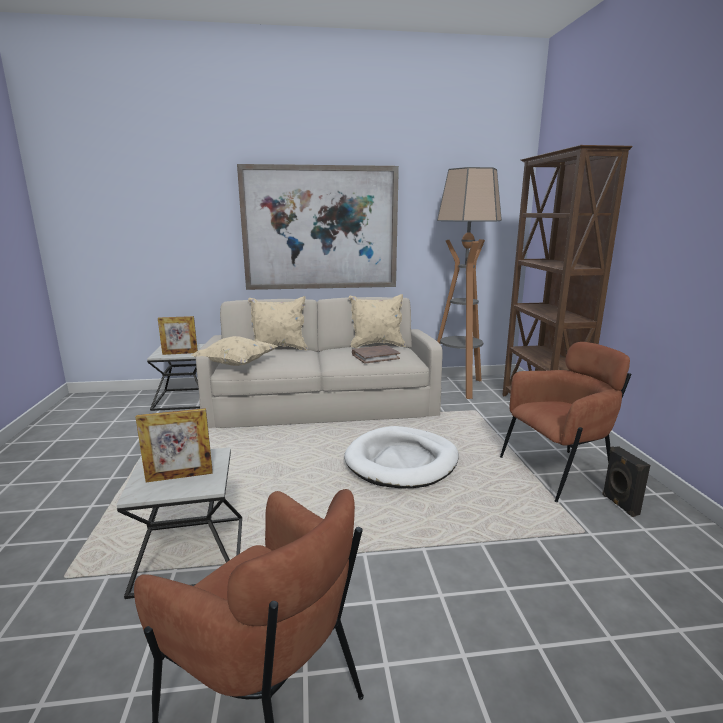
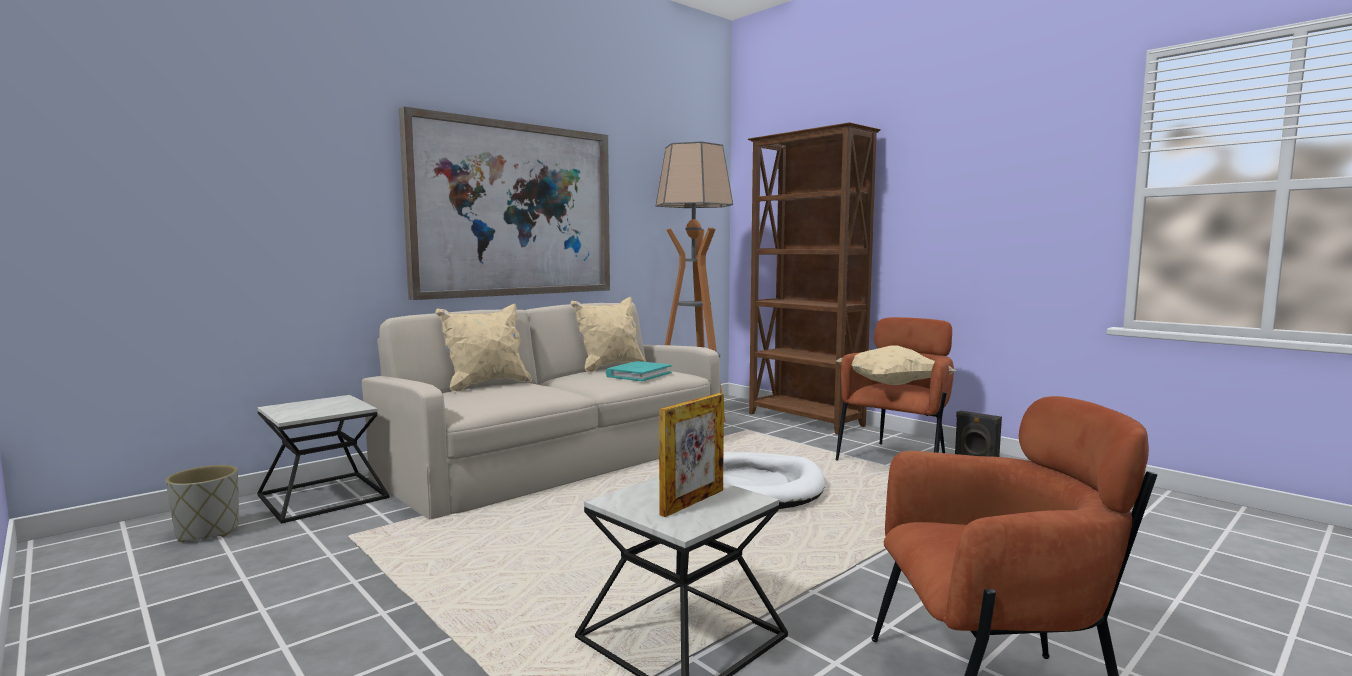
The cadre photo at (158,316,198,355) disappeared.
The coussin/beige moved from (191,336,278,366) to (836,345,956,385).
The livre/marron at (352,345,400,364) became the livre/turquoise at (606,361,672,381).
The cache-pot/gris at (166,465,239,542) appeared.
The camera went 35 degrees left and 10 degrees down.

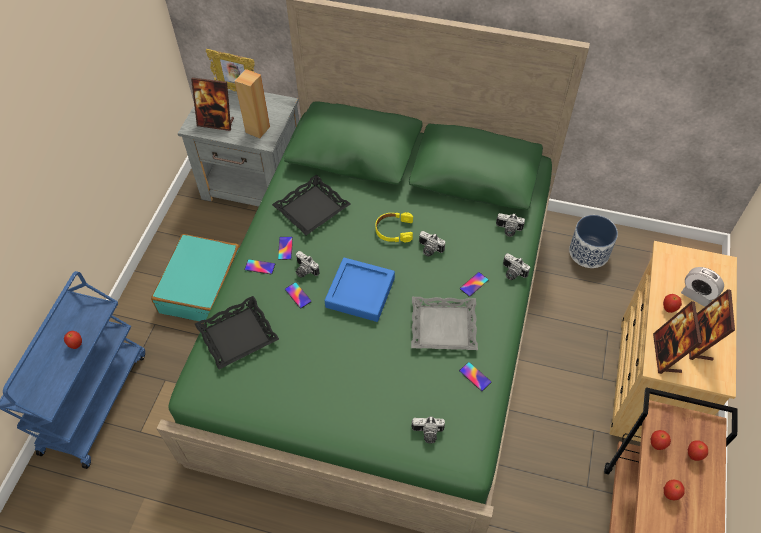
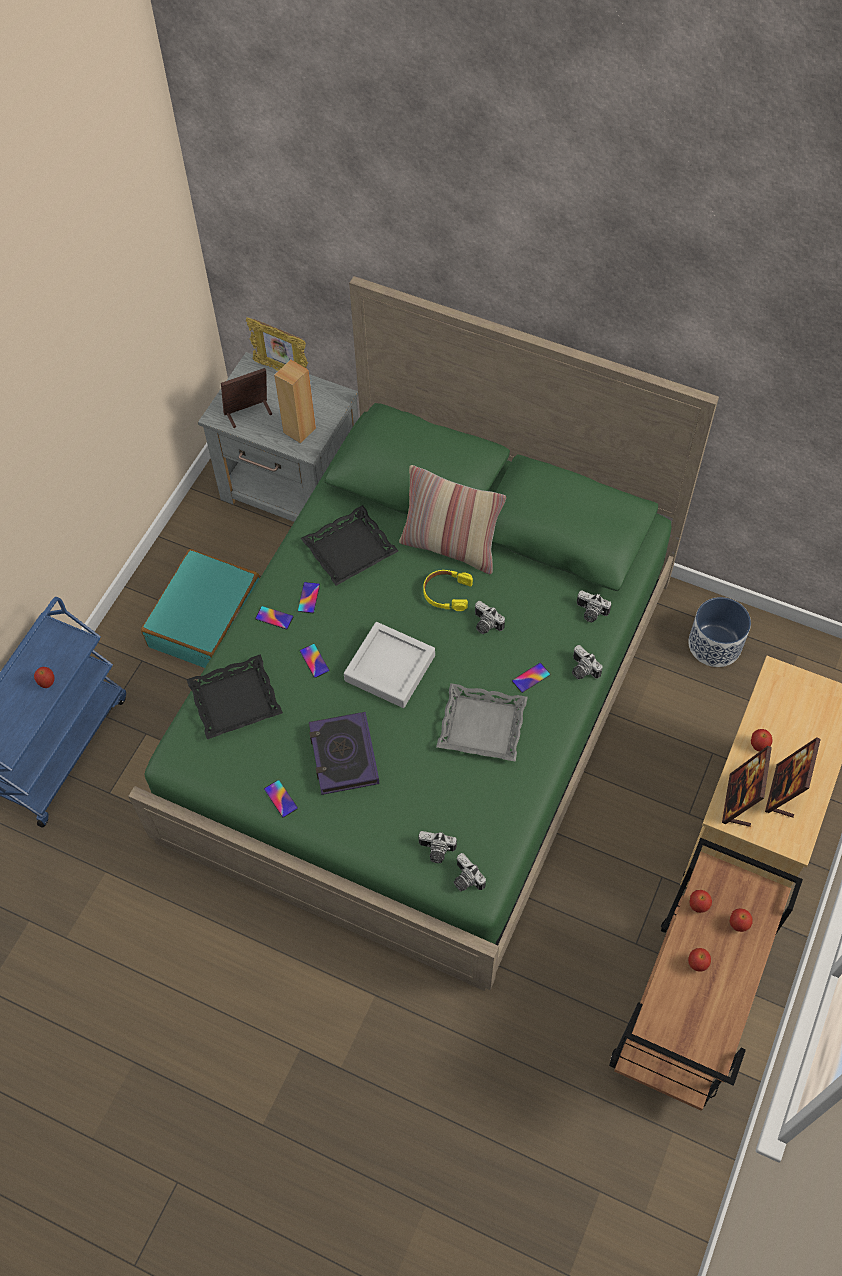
The cadre photo at (191,77,234,131) turned 135 degrees clockwise.
The appareil photo moved from (296,251,319,278) to (454,853,486,891).
The plateau/bleu at (325,258,395,322) became the plateau/gris at (344,622,435,708).
The réveil at (681,267,724,307) disappeared.
The téléphone moved from (459,362,492,391) to (264,780,298,818).
The coussin at (399,465,506,574) appeared.
The livre at (309,712,379,795) appeared.
The camera went 10 degrees right and 5 degrees up.

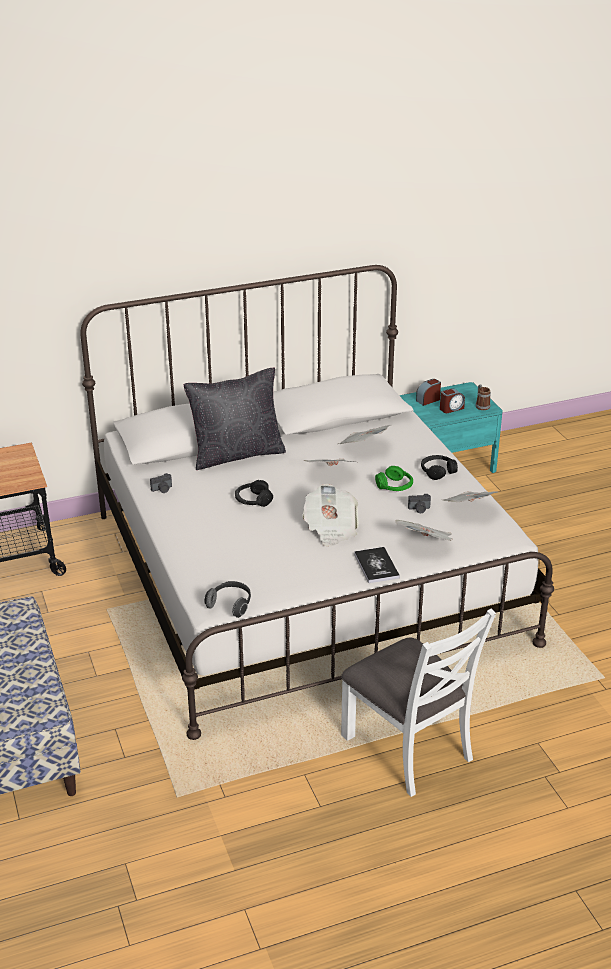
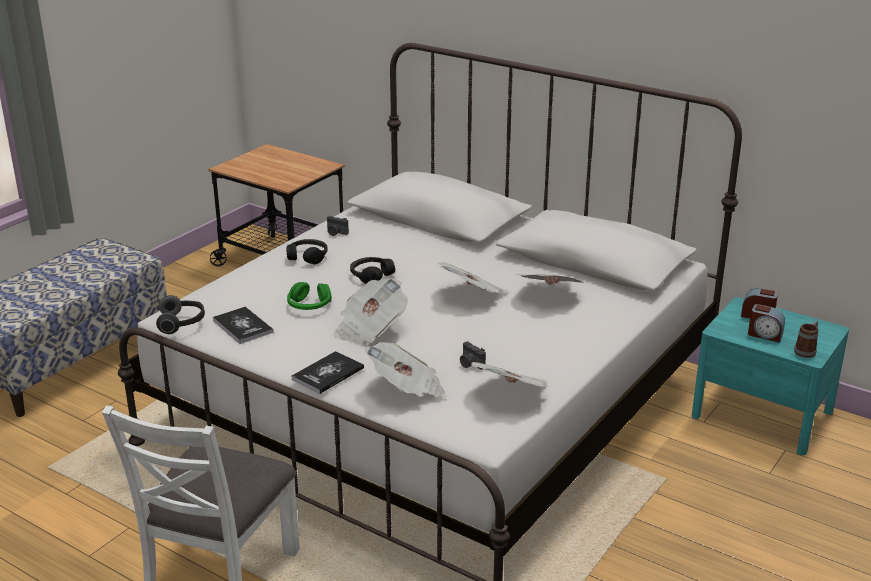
The coussin/noir at (184,368,286,470) disappeared.
The casque audio/noir moved from (421,455,458,480) to (286,239,328,264).
The casque audio/vert moved from (375,466,413,491) to (287,282,332,310).
The livre at (213,307,273,344) appeared.
The camera went 55 degrees right and 5 degrees down.

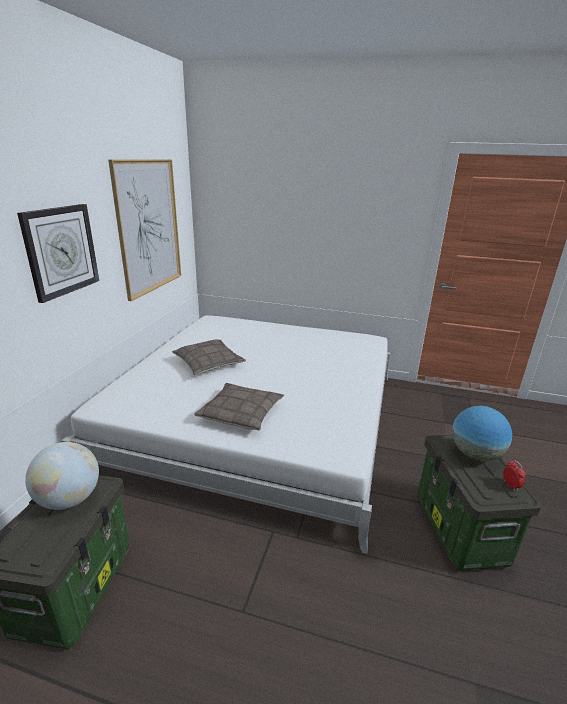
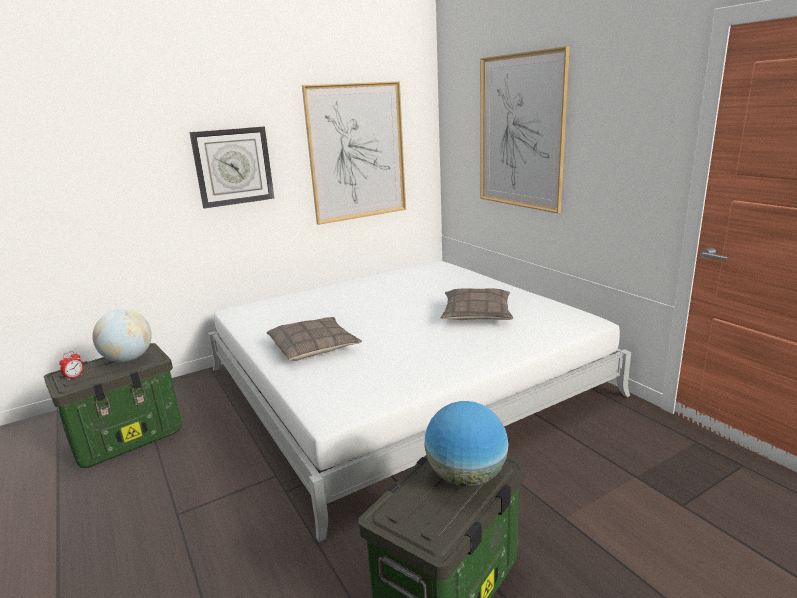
The coussin moved from (172,340,246,375) to (441,289,513,320).
The réveil moved from (503,460,526,491) to (59,351,84,381).
The tableau at (480,46,570,213) appeared.
The camera went 45 degrees right and 5 degrees down.

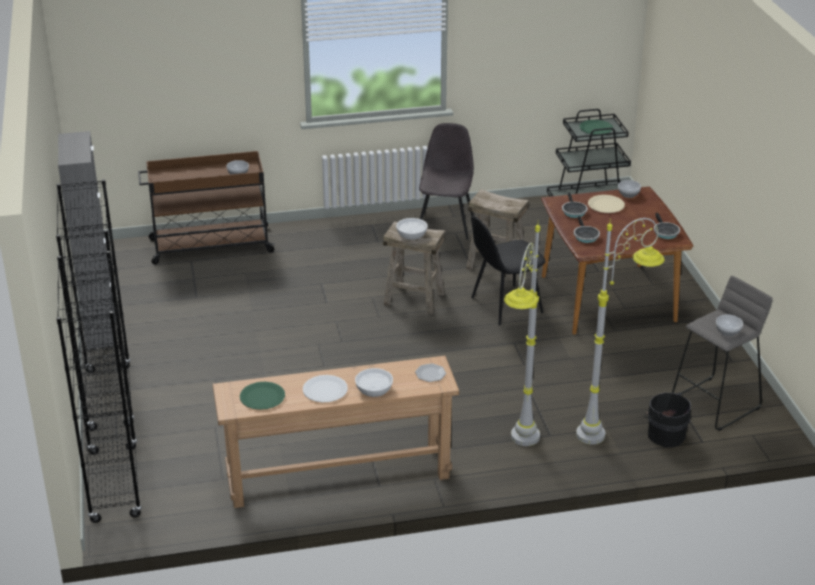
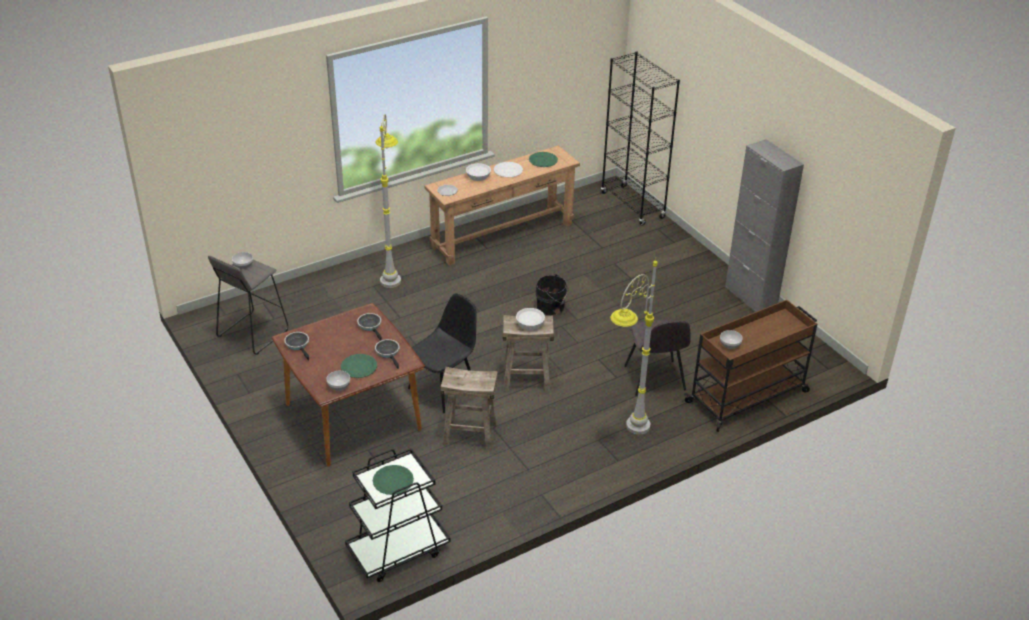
The chaise/gris moved from (419,123,474,240) to (624,320,691,396).
The bibliothèque/noir at (56,179,135,431) disappeared.
The assiette/beige at (588,195,625,213) became the assiette/vert at (341,354,377,378).
The lampadaire/gris moved from (576,218,664,445) to (610,257,658,435).
The seau/noir moved from (644,393,691,448) to (536,274,568,315).
The camera went 160 degrees right and 5 degrees up.

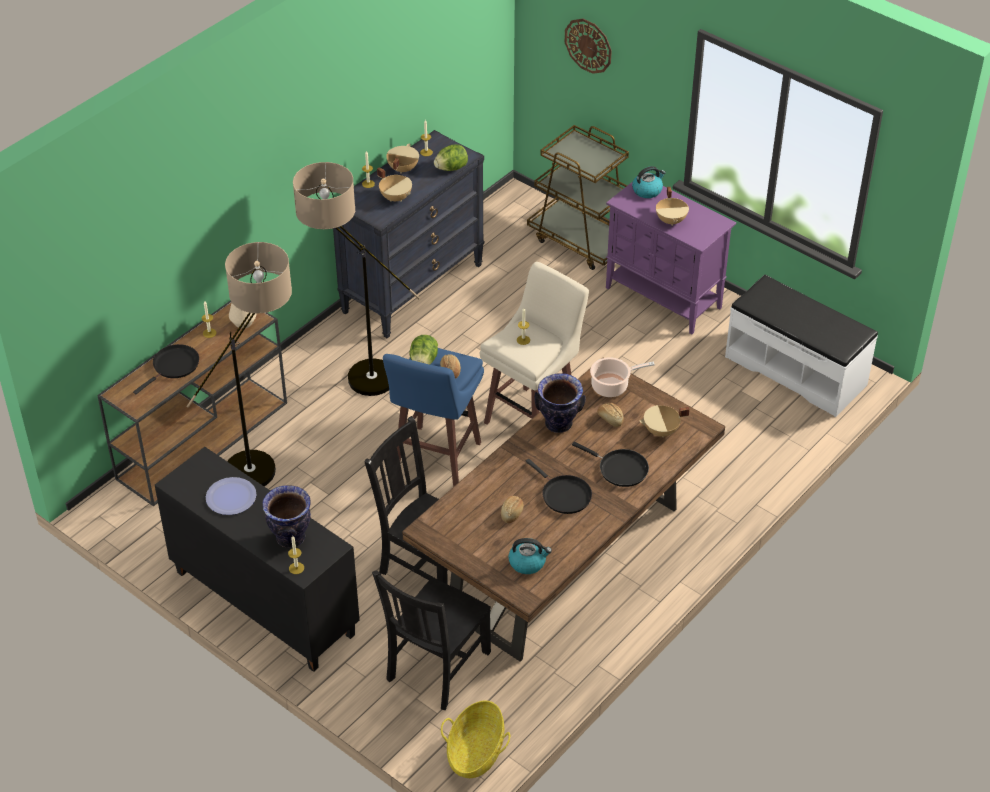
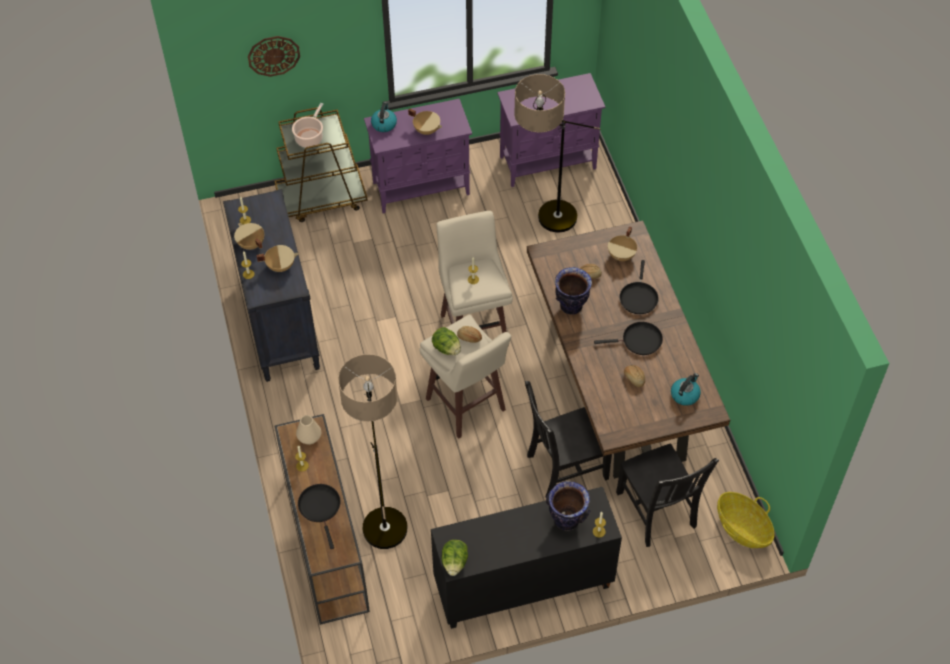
The laitue moved from (434,144,468,171) to (441,540,468,576).
The lampadaire moved from (293,162,420,396) to (514,74,601,233).
The banc/blanc at (725,275,878,417) was replaced by the meuble de rangement/violet at (497,73,605,187).
The tabouret/bleu at (383,348,484,487) became the tabouret/beige at (419,315,511,439).
The marmite moved from (590,357,655,397) to (292,103,323,148).
The poêle/noir at (572,442,649,487) turned 120 degrees clockwise.
The assiette at (206,477,256,515) disappeared.
The camera went 55 degrees left and 10 degrees up.

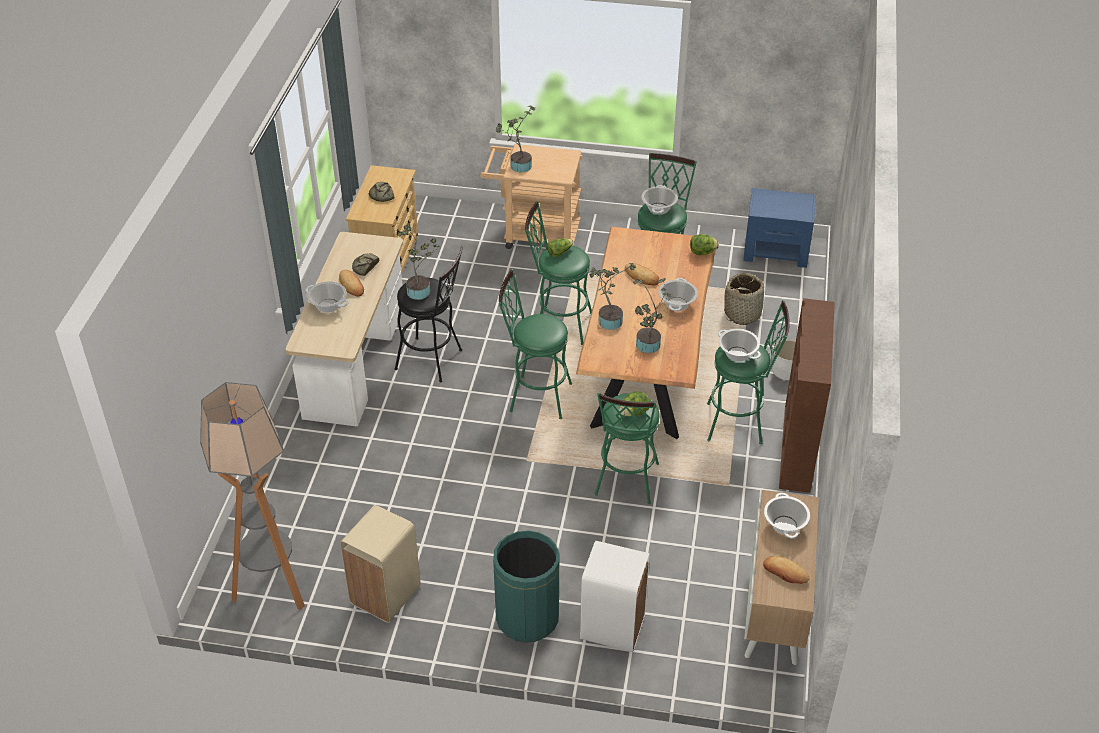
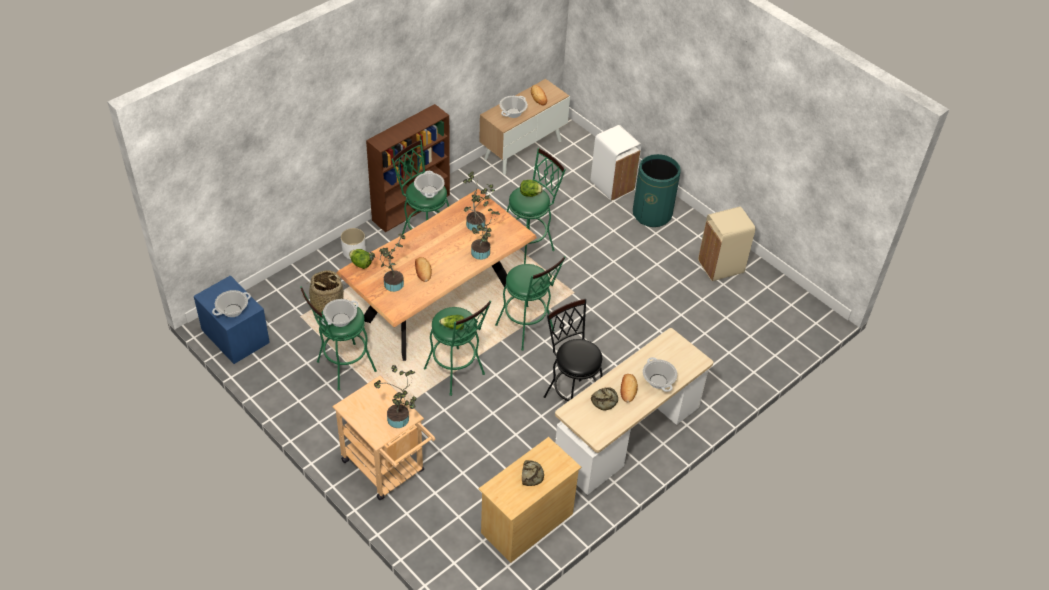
The plante en pot moved from (397,223,440,300) to (369,234,405,292).
The marmite moved from (658,278,698,311) to (212,290,251,317).
The lampadaire at (200,382,305,610) disappeared.
The camera went 145 degrees left and 5 degrees up.

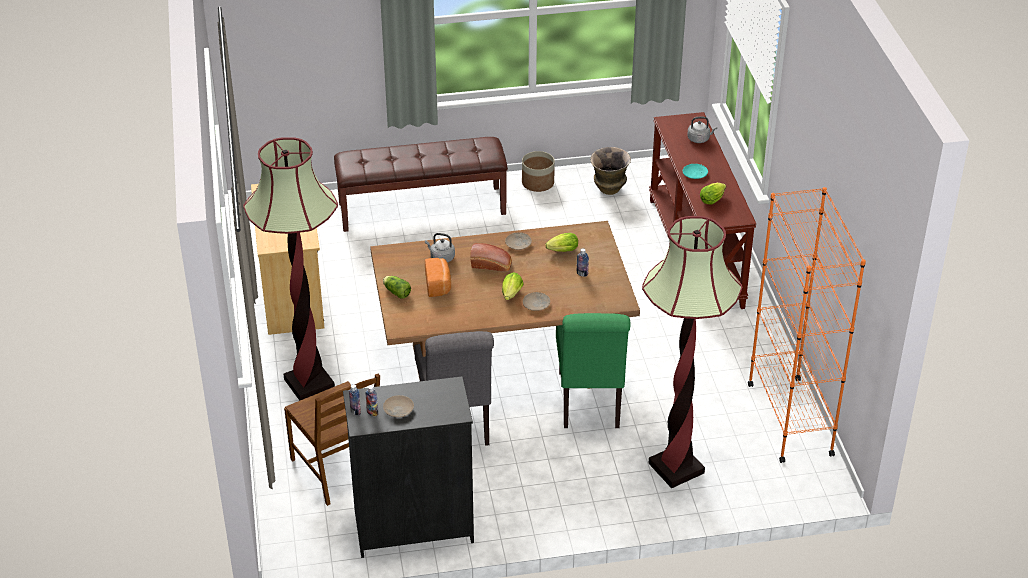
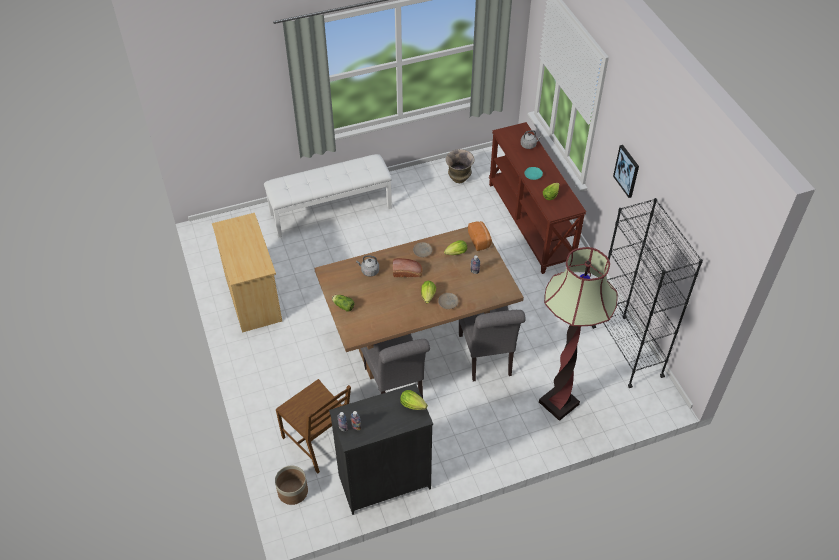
The lampadaire at (243,137,338,401) disappeared.
The banc/marron at (334,137,508,232) became the banc/blanc at (264,154,392,238).
The cache-pot moved from (522,151,555,192) to (275,466,308,505).
The bibliothèque/orange at (748,187,866,463) became the bibliothèque/noir at (592,198,703,388).
The pain moved from (425,258,451,297) to (468,221,492,251).
The chaise/vert at (556,313,631,428) became the chaise/gris at (459,306,526,382).
The assiette/beige at (383,395,414,417) disappeared.
The tableau at (613,145,639,198) appeared.
The laitue at (400,390,428,410) appeared.
The camera went 10 degrees left and 10 degrees up.

